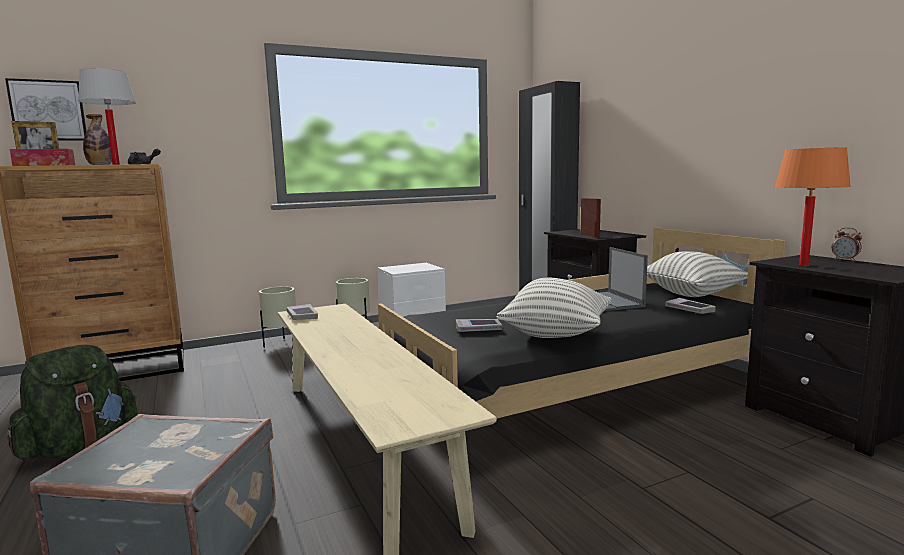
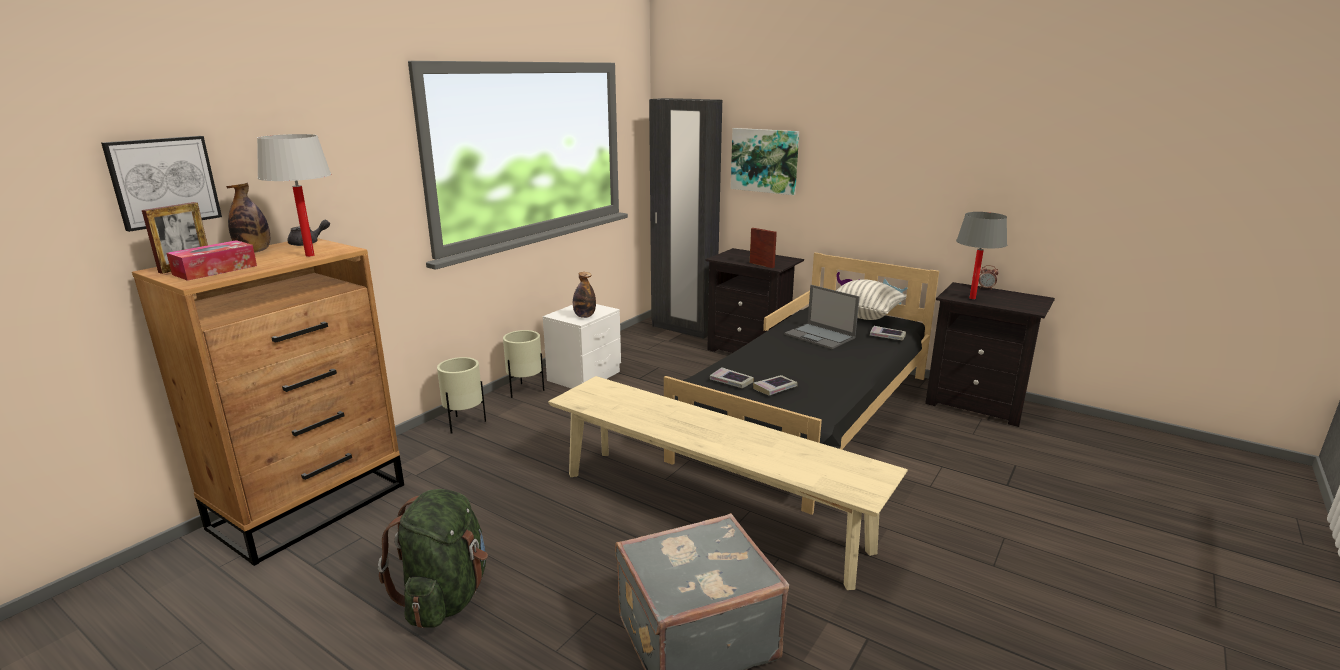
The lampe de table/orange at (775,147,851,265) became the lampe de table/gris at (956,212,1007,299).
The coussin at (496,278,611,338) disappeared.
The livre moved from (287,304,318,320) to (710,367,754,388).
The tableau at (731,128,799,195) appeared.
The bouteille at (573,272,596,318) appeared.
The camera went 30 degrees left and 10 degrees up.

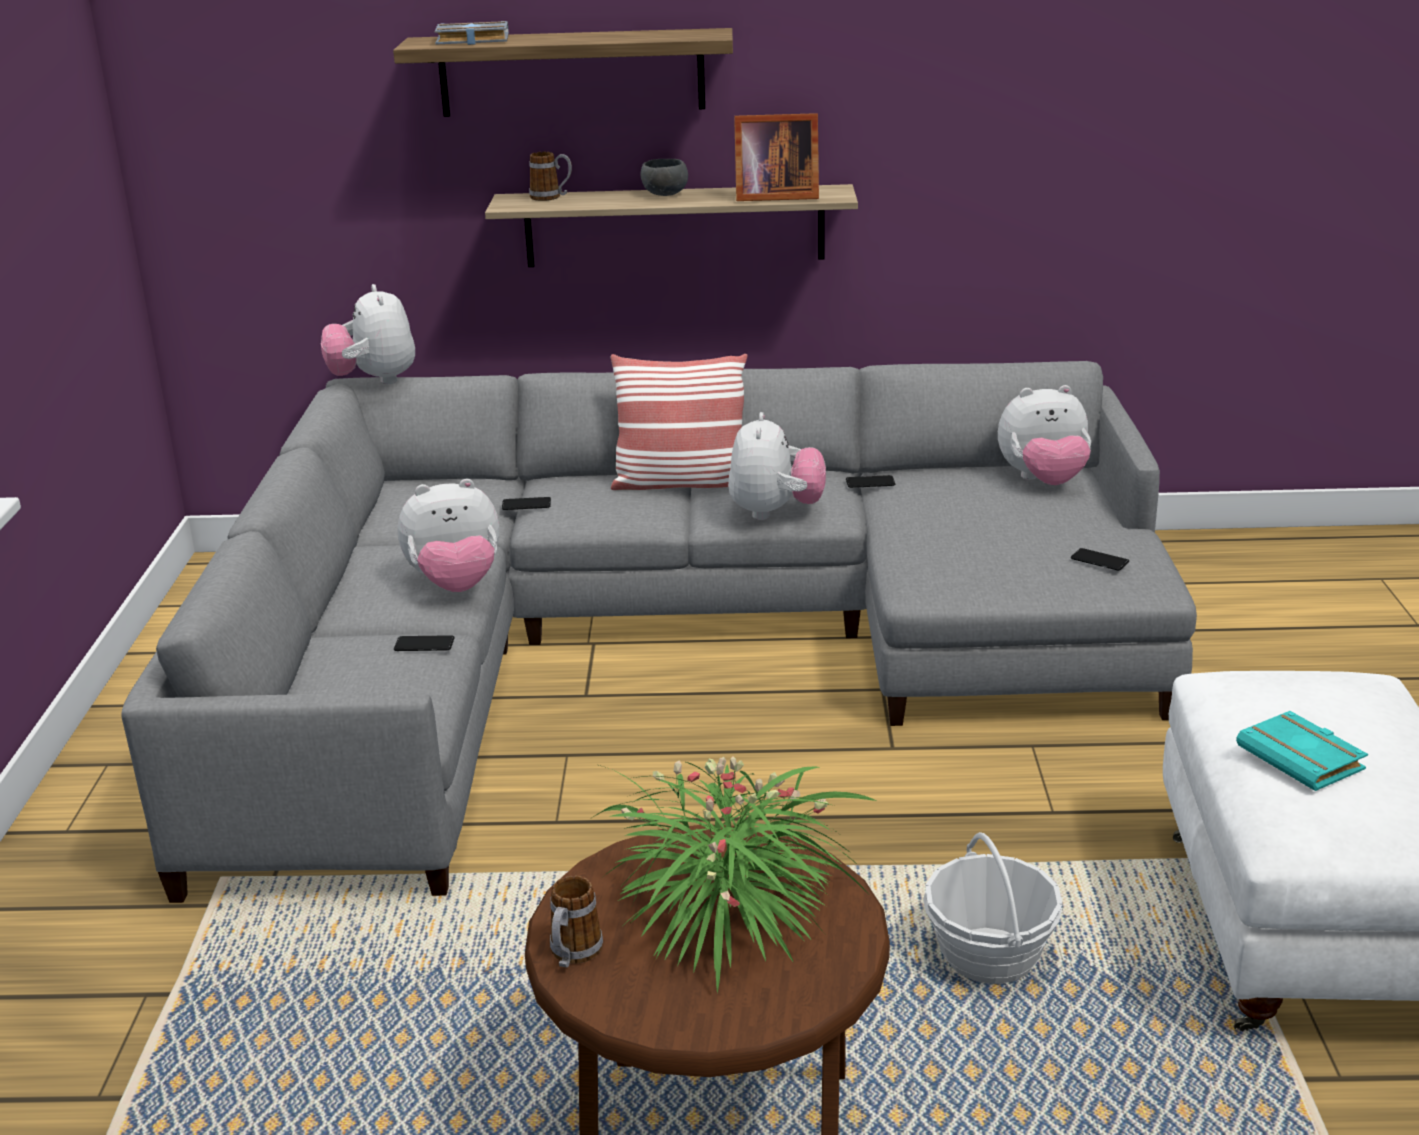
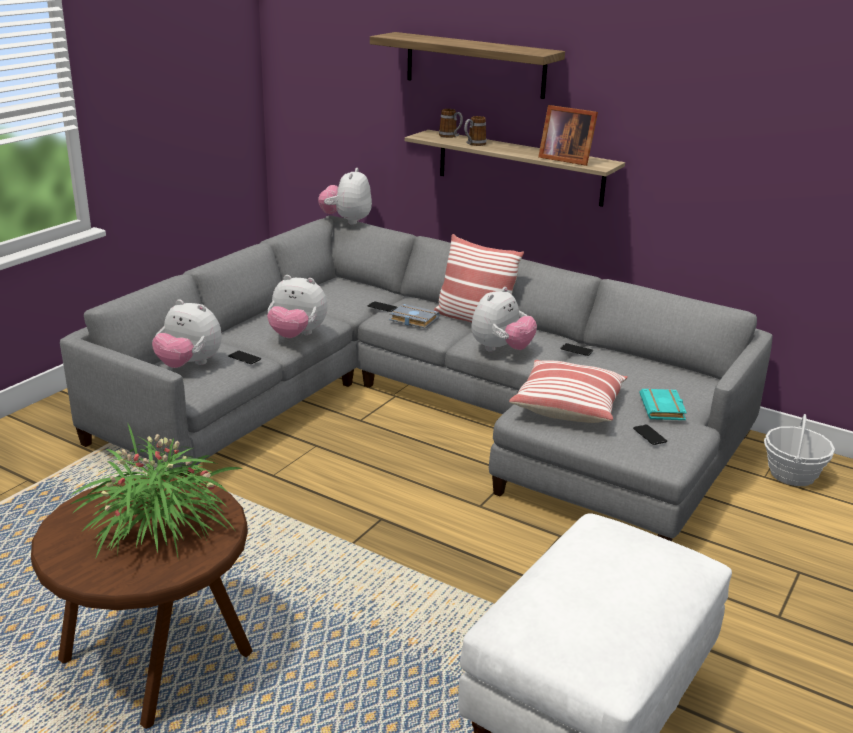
The livre/gris moved from (434,21,509,45) to (389,304,440,329).
The bol/gris at (641,159,688,196) disappeared.
The peluche moved from (998,385,1091,485) to (152,299,222,368).
The livre/turquoise moved from (1236,711,1368,791) to (639,389,687,420).
The panier moved from (923,832,1062,984) to (764,414,835,486).
The mug moved from (550,876,603,967) to (464,116,487,146).
The coussin at (509,360,628,423) appeared.
The camera went 30 degrees right and 0 degrees up.

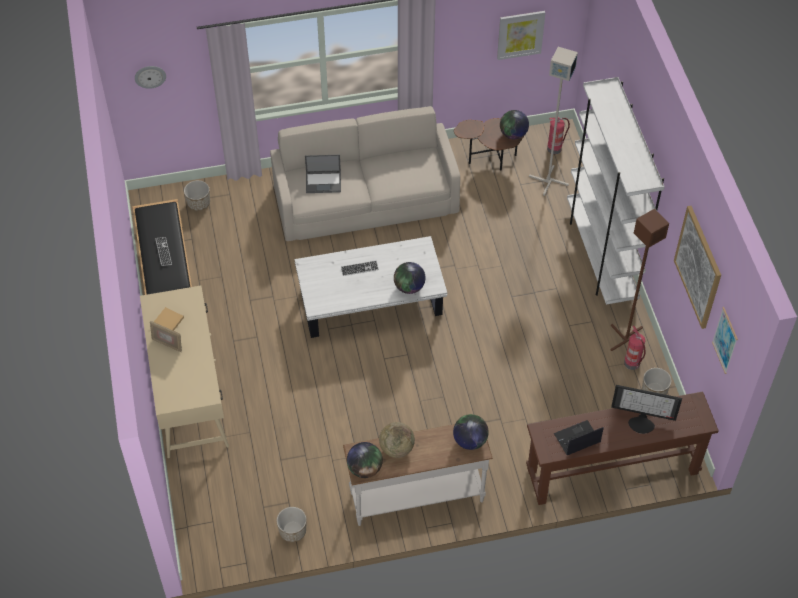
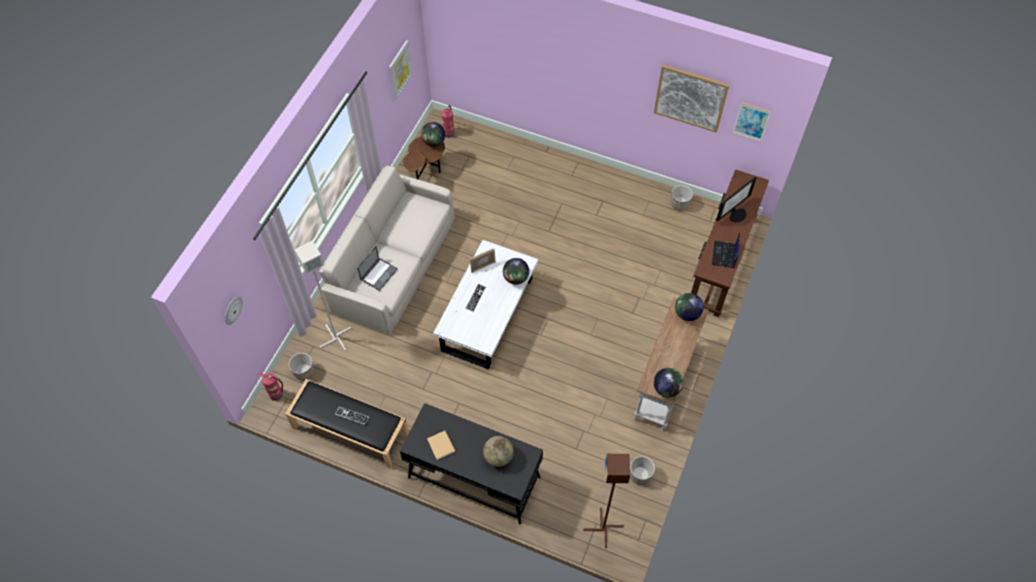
The lampadaire/gris moved from (529,47,578,196) to (294,241,352,351).
The bibliothèque/blanc at (567,77,665,305) disappeared.
The lampadaire/marron moved from (611,209,669,351) to (583,454,630,548).
The bureau/beige at (140,286,229,458) became the bureau/noir at (400,403,543,524).
The cadre photo moved from (150,321,182,352) to (470,248,496,273).
The extincteur moved from (624,326,645,370) to (257,373,283,401).
The globe moved from (379,422,415,458) to (483,436,514,467).
The camera went 55 degrees left and 5 degrees up.

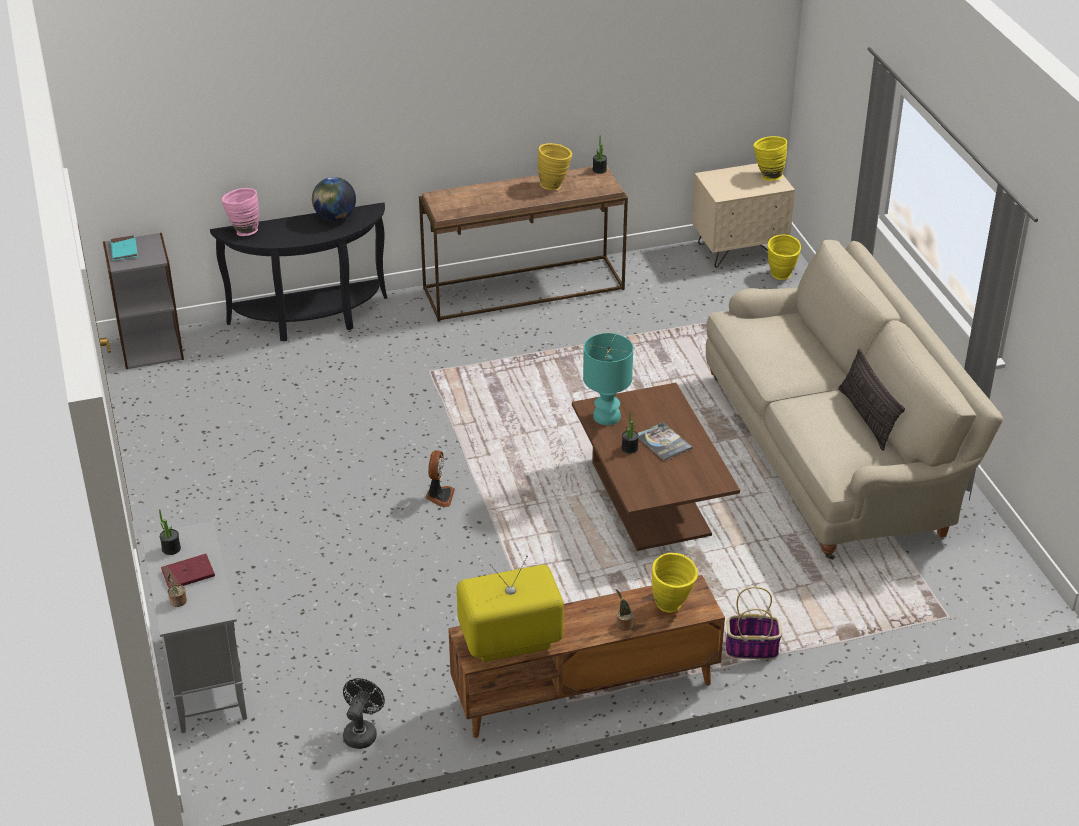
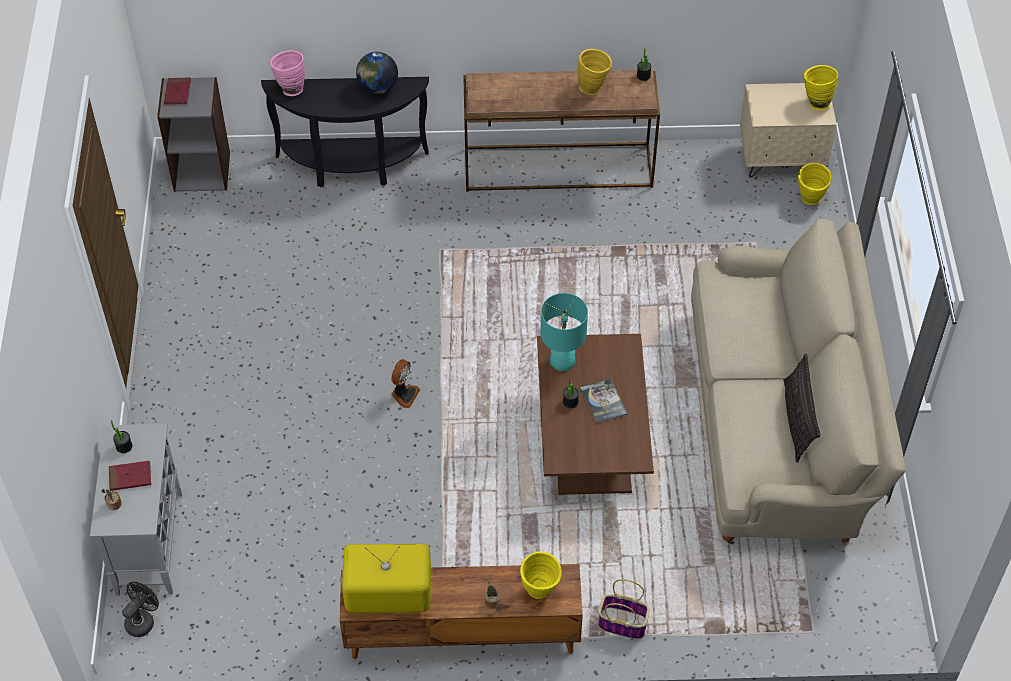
The livre/turquoise at (110,235,138,261) became the livre/rouge at (164,77,191,104).
The ventilateur/noir moved from (343,678,385,749) to (122,582,159,637).
The camera went 15 degrees right and 15 degrees up.

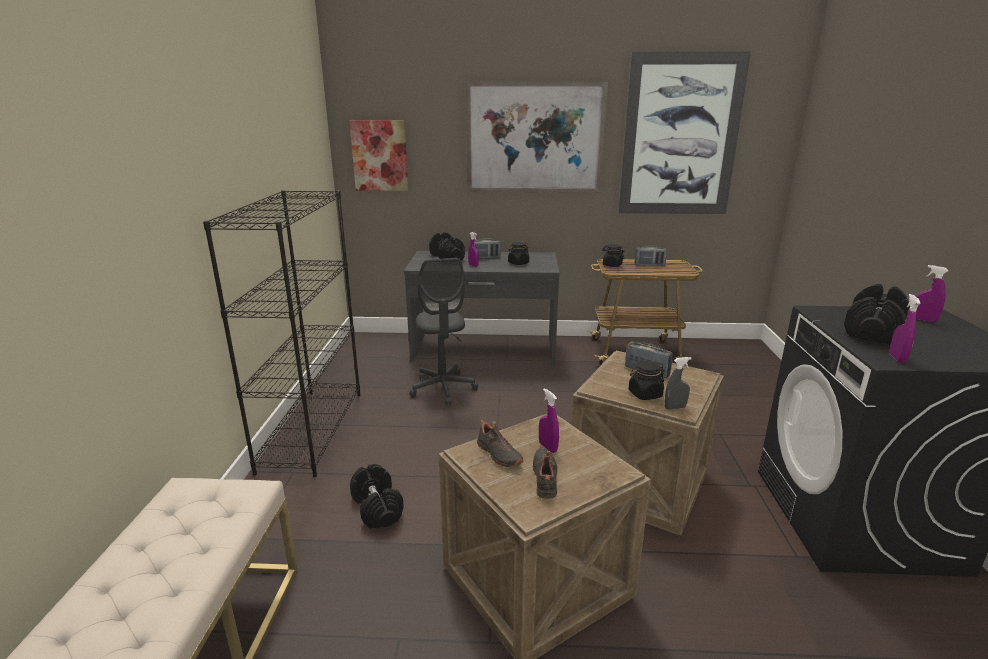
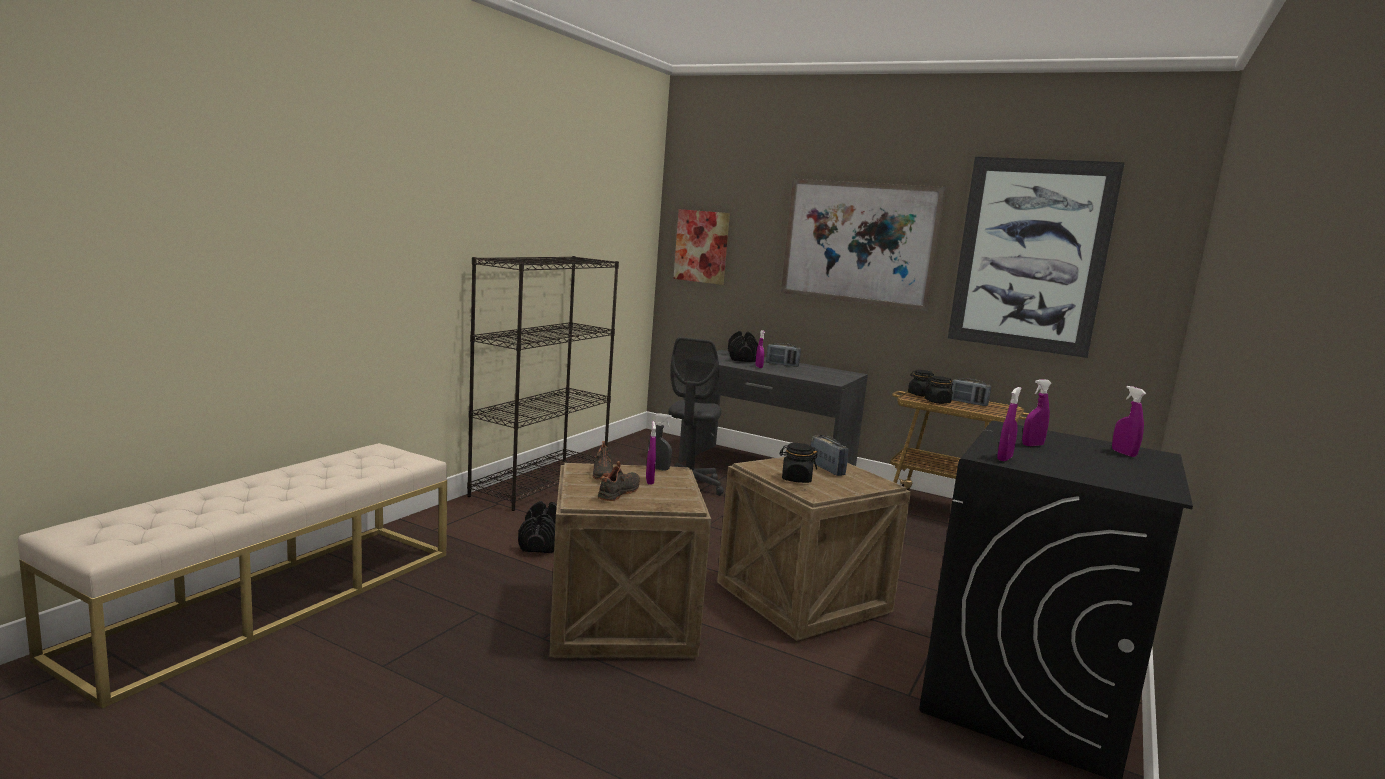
The bocal/noir moved from (508,242,529,265) to (925,376,953,404).
The haltère/noir at (844,284,910,345) was replaced by the vaporisateur/violet at (1022,380,1052,446).
The vaporisateur/gris moved from (665,357,692,409) to (647,413,672,471).
The camera went 25 degrees right and 10 degrees down.

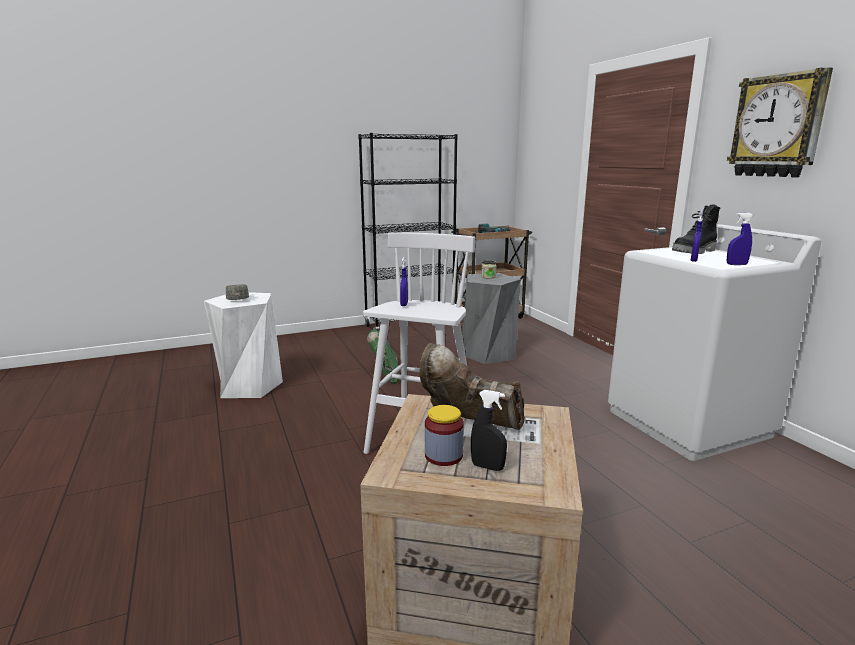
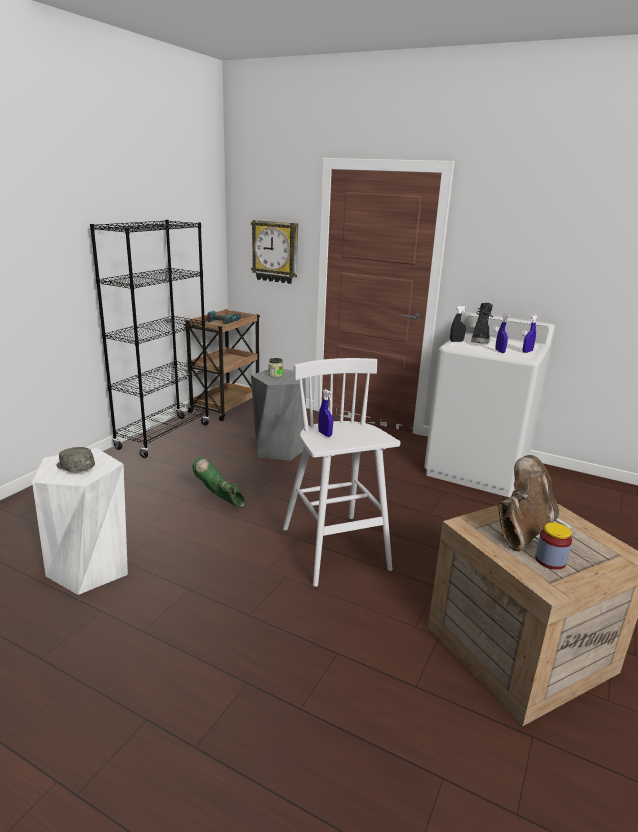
The horloge murale moved from (727,67,833,178) to (251,220,298,284).
The botte/marron at (420,343,525,430) turned 150 degrees clockwise.
The vaporisateur/noir moved from (471,390,507,471) to (450,306,467,342).
The camera went 40 degrees left and 5 degrees up.

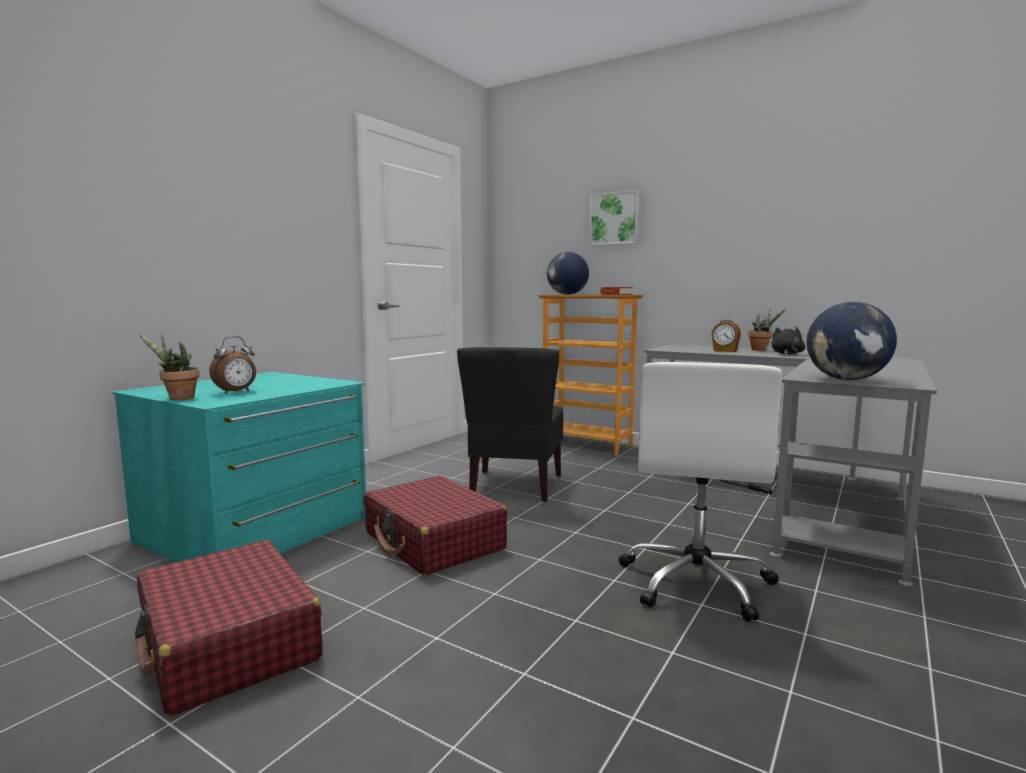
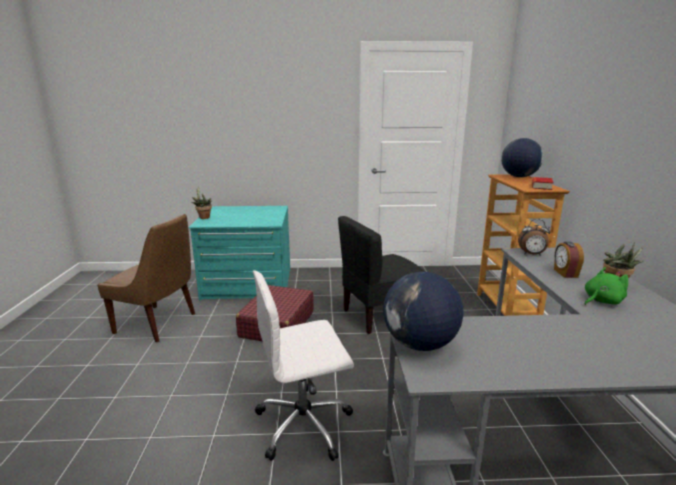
The tableau at (589,190,640,246) disappeared.
The peluche/noir at (771,327,805,355) became the peluche/vert at (585,267,628,305).
The réveil moved from (209,336,256,394) to (518,219,550,256).
The valise/rouge at (135,540,323,716) was replaced by the chaise/marron at (98,214,195,343).
The camera went 55 degrees right and 10 degrees up.

